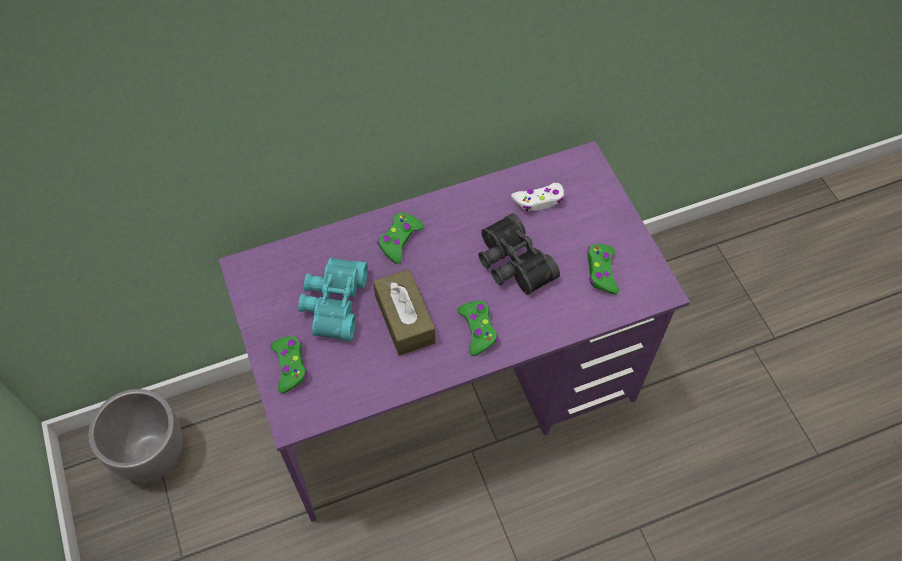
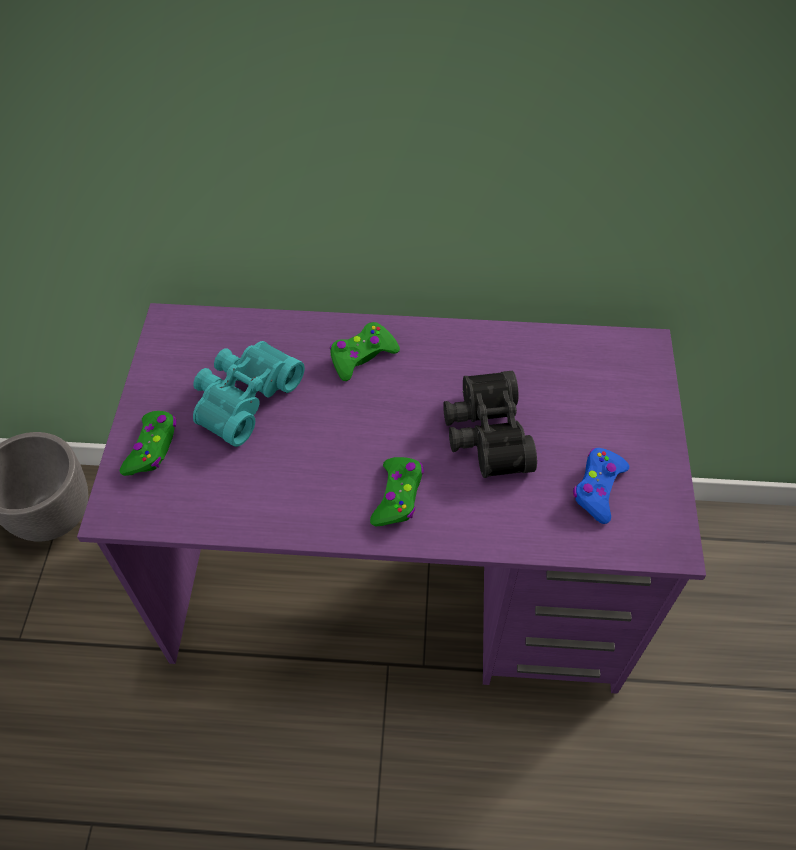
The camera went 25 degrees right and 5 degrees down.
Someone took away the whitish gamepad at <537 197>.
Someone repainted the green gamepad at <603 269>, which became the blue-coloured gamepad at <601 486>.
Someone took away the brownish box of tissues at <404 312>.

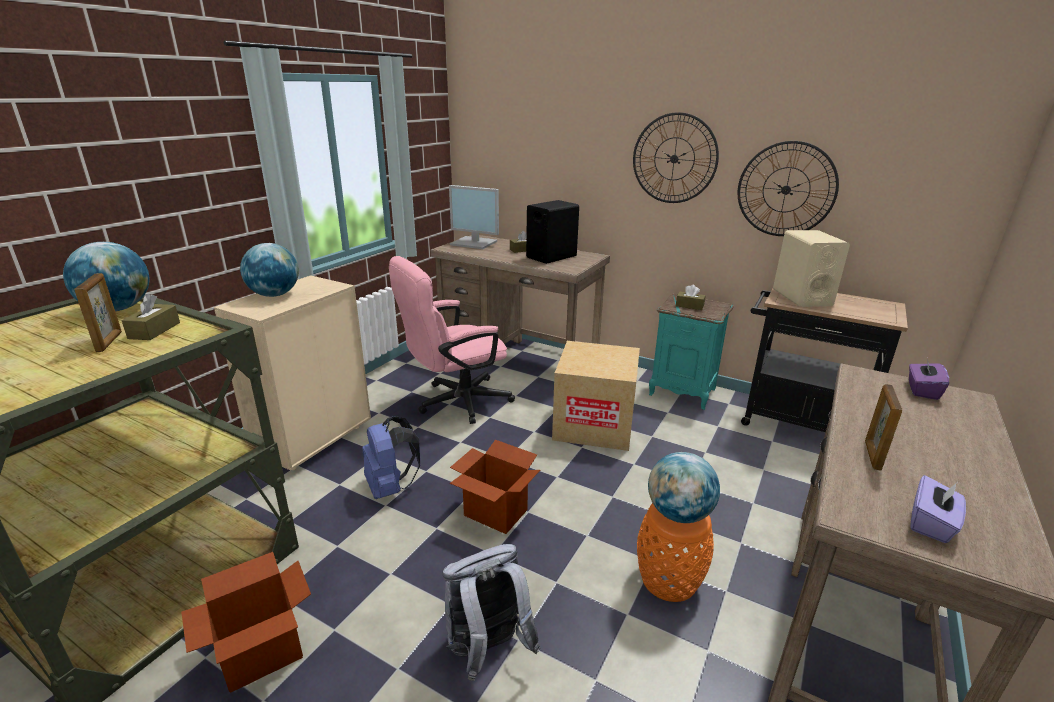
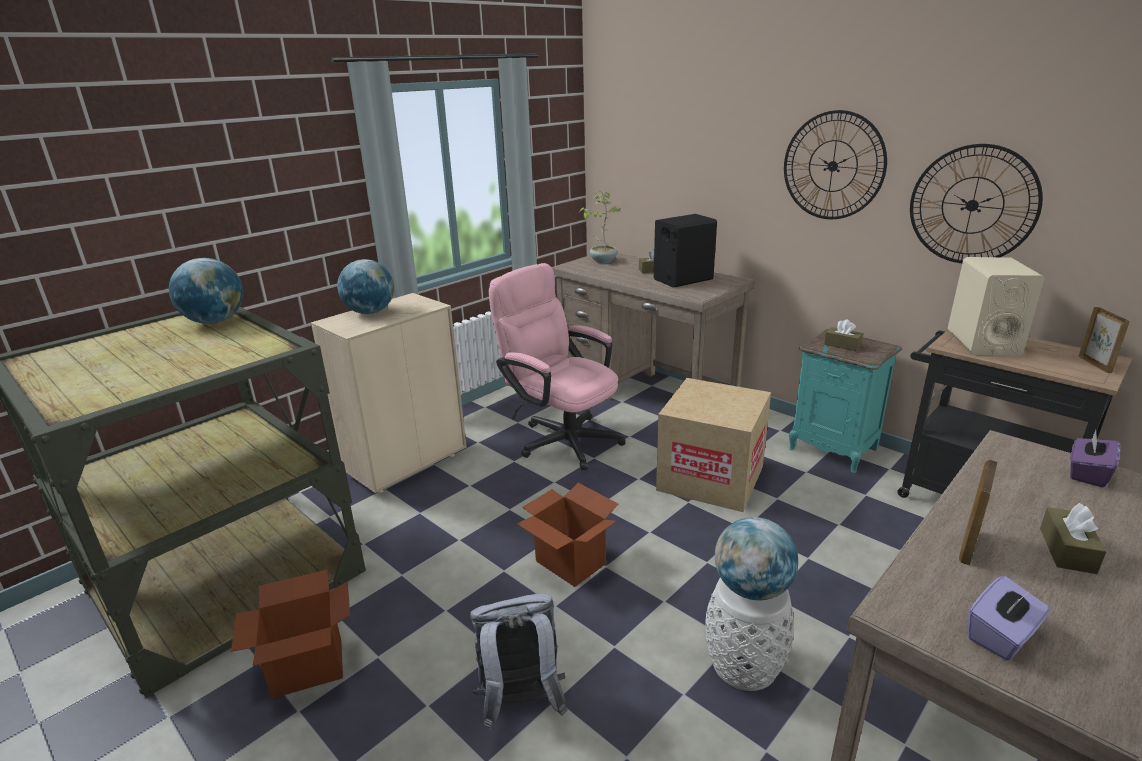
The camera went 15 degrees right and 0 degrees up.
Someone swapped the monitor at <474 217> for the potted plant at <600 227>.
Someone rotated the pink office chair at <452 340> by 60 degrees clockwise.
Someone carried the photo frame from <98 312> to <1104 340>.
Someone carried the brownish box of tissues from <151 317> to <1073 538>.
Someone took away the blue-coloured backpack at <391 457>.
Someone repainted the orange stool at <675 552>, which became the whitish stool at <749 634>.

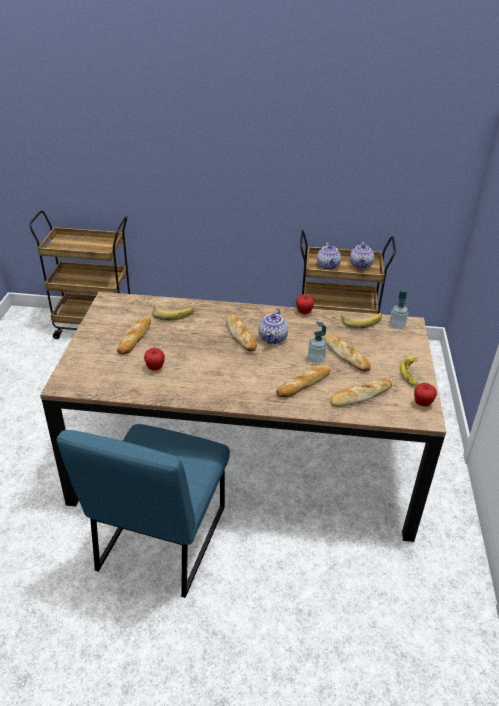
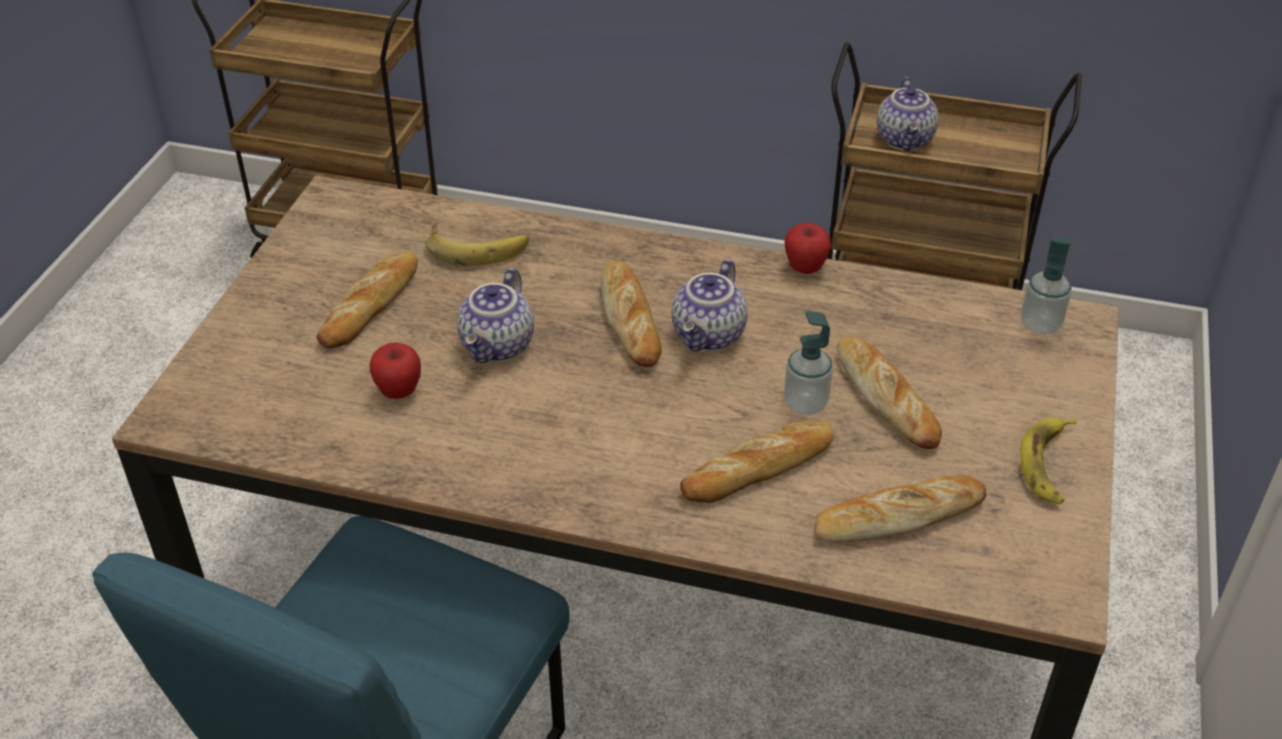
The camera went 10 degrees right and 5 degrees up.
Someone carried the teapot from <362 255> to <495 315>.
Someone took away the banana fruit at <361 321>.
Someone took away the whole apple at <425 394>.

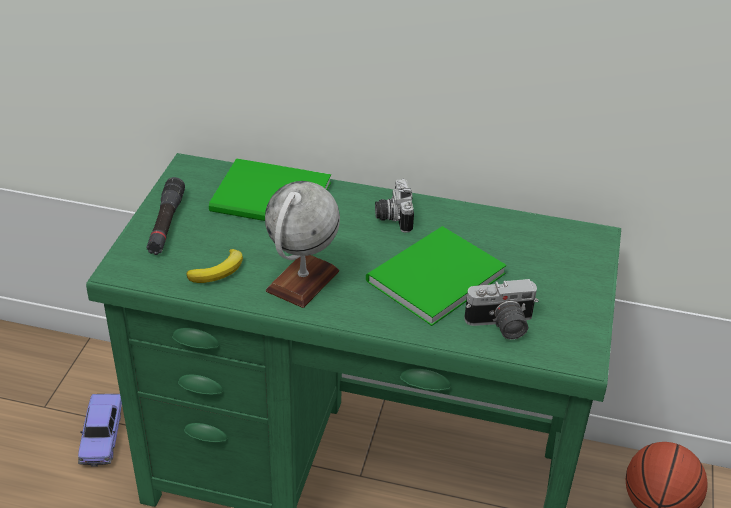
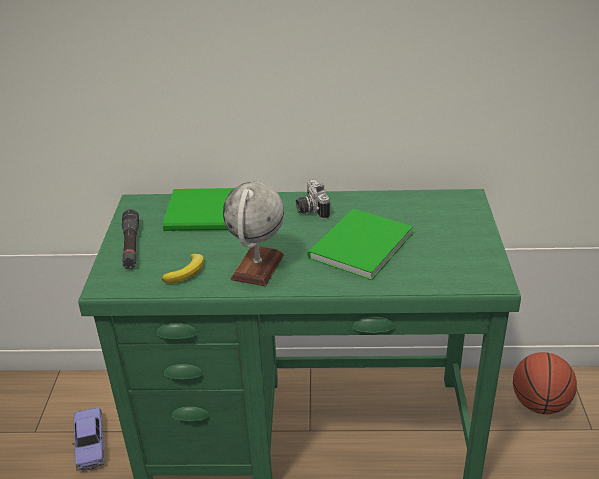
The camera went 10 degrees left and 5 degrees down.
Someone took away the still camera at <501 309>.

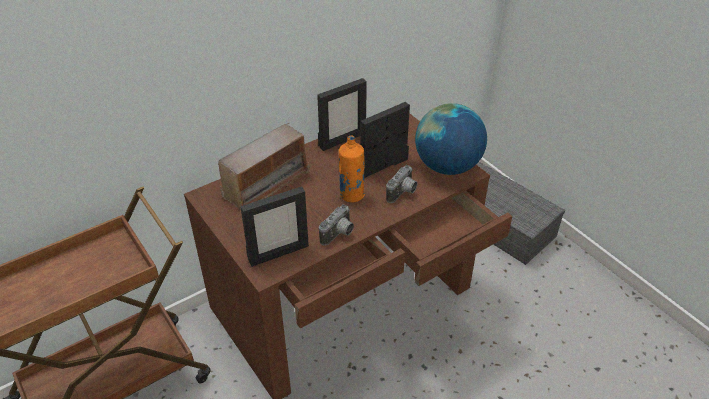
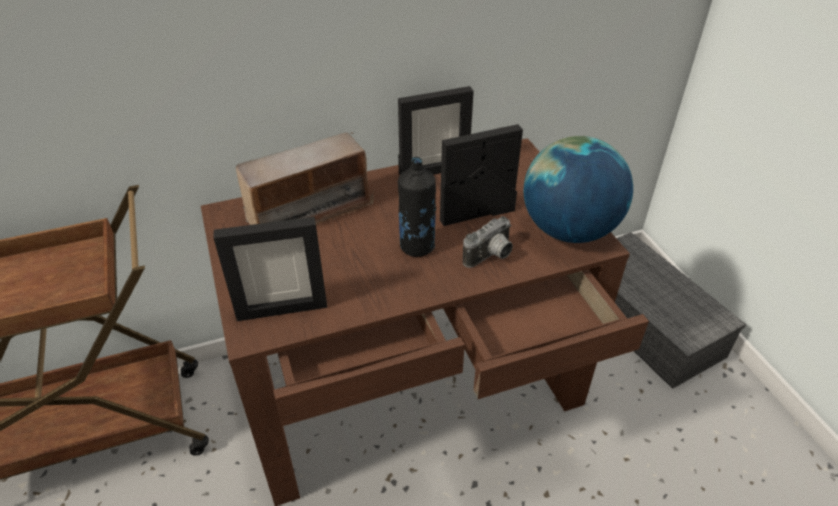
The camera went 15 degrees right and 0 degrees up.
Someone repainted the orange drink bottle at <352 169>, which became the blackish drink bottle at <417 207>.
Someone took away the still camera at <336 225>.

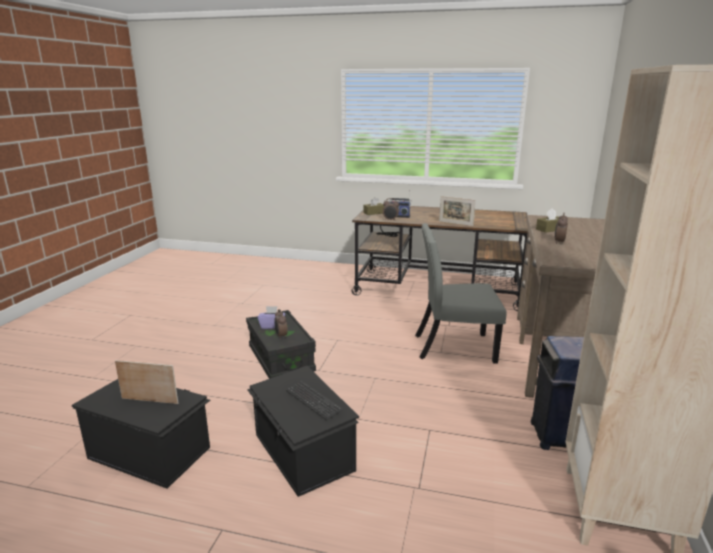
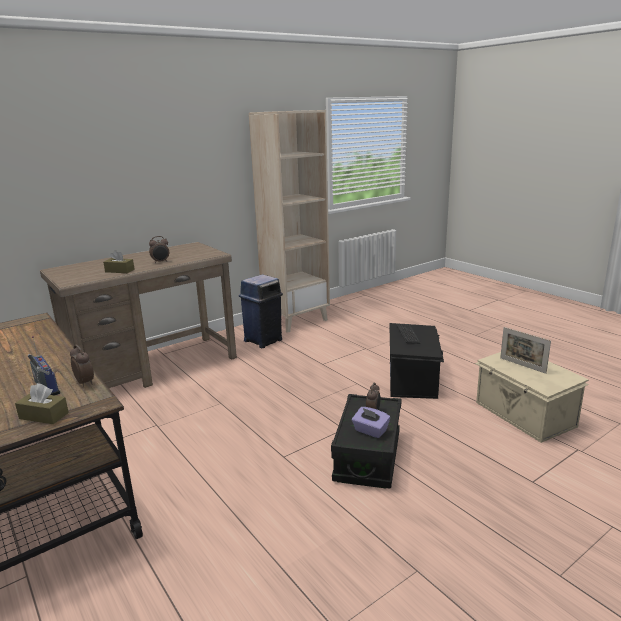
The camera went 140 degrees left and 0 degrees up.
Someone took away the photo frame at <457 211>.
Someone took away the grey chair at <461 293>.
Someone repainted the blackish storage bin at <141 434>, which became the beige-coloured storage bin at <532 397>.

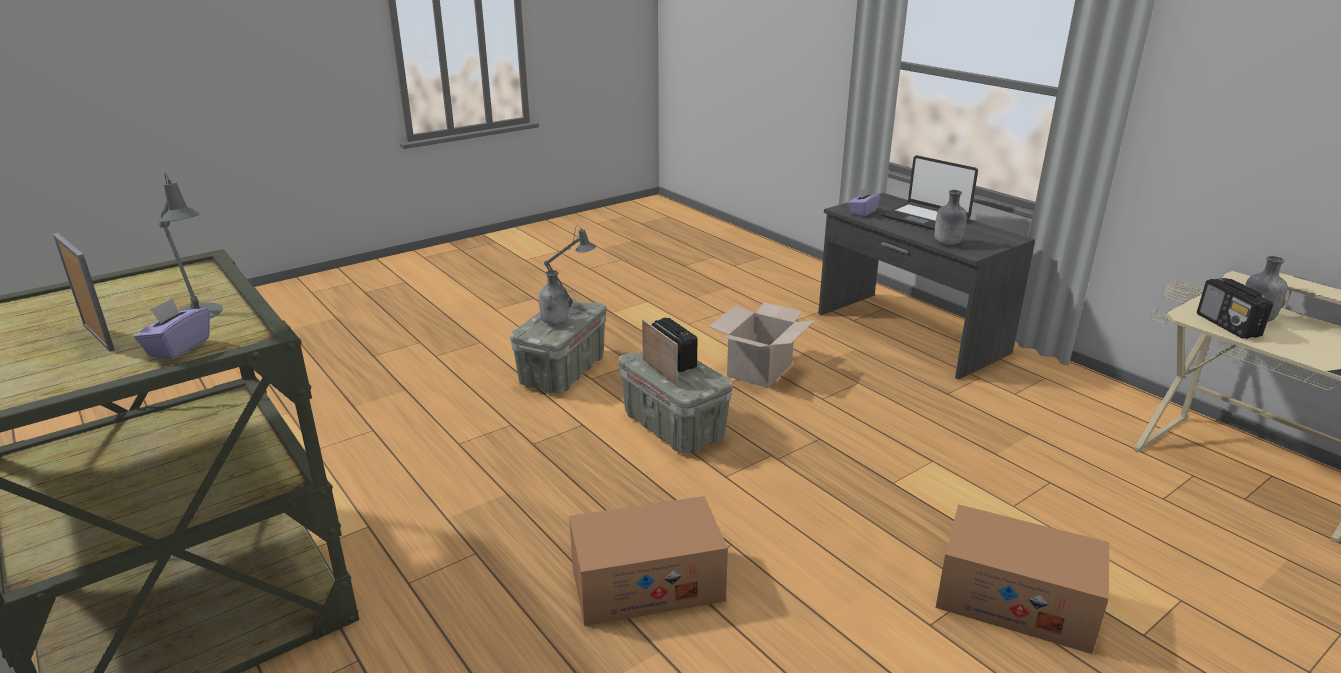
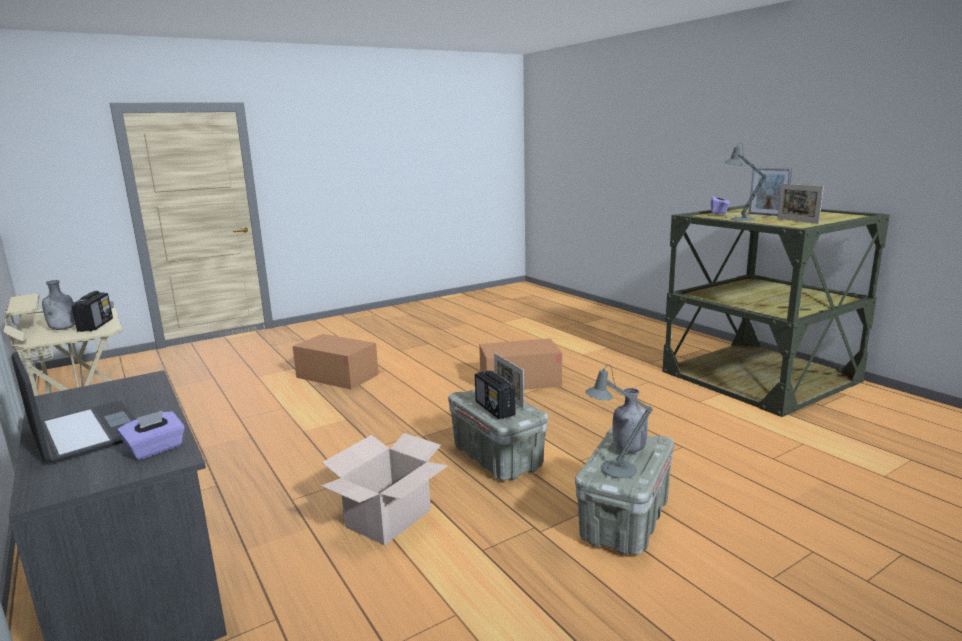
The camera went 175 degrees left and 10 degrees down.
Someone took away the grey drink bottle at <951 217>.
Someone put down the photo frame at <800 203>.

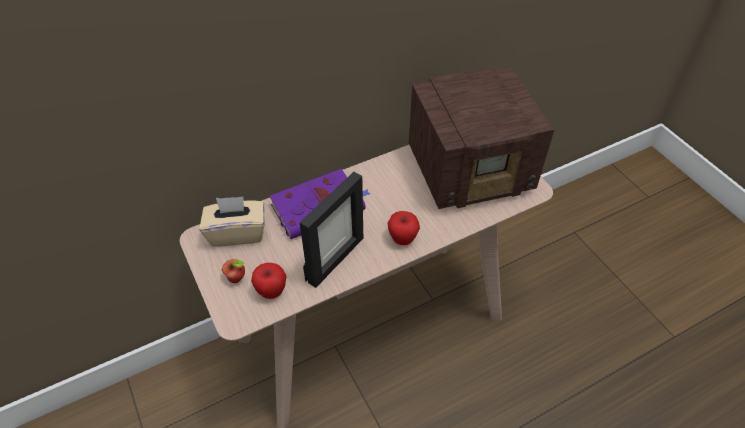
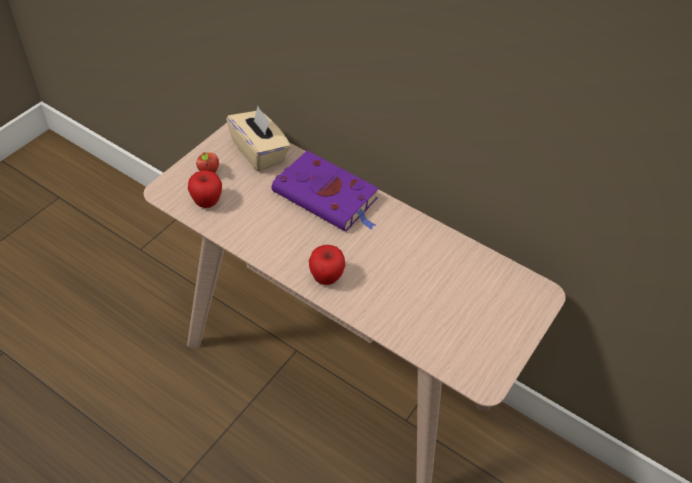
The camera went 60 degrees right and 0 degrees up.
Someone took away the radio set at <481 138>.
Someone took away the photo frame at <331 230>.

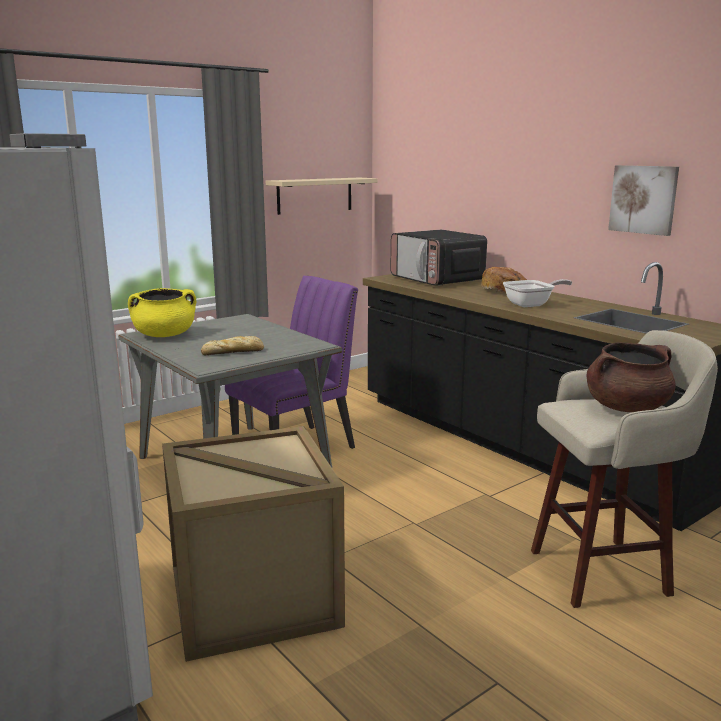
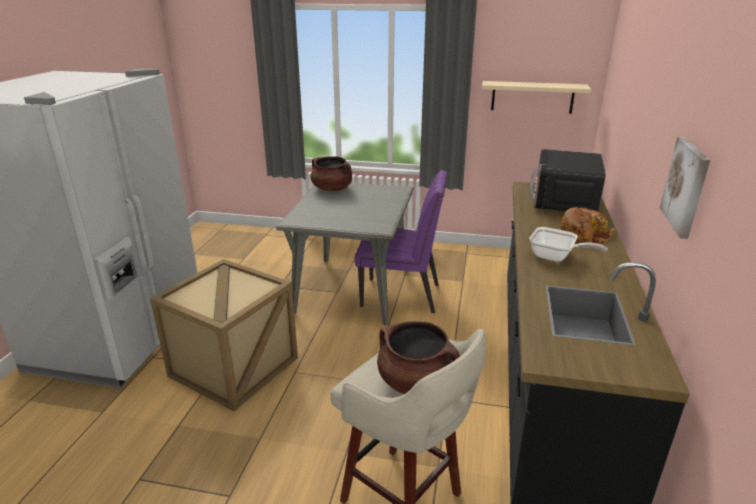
The camera went 50 degrees right and 10 degrees up.
Someone repainted the yellow stockpot at <162 312>, which became the brownish stockpot at <331 173>.
Someone took away the baked bread at <232 345>.

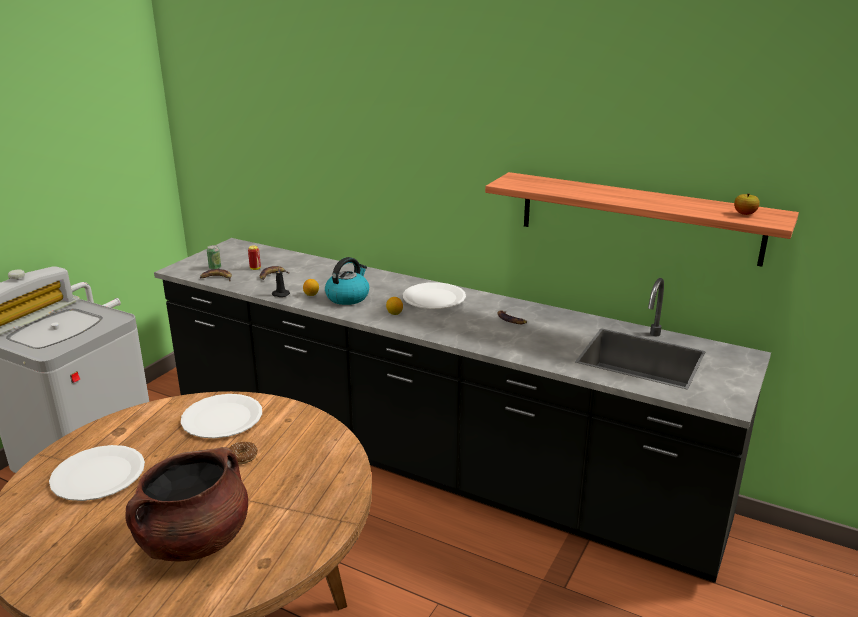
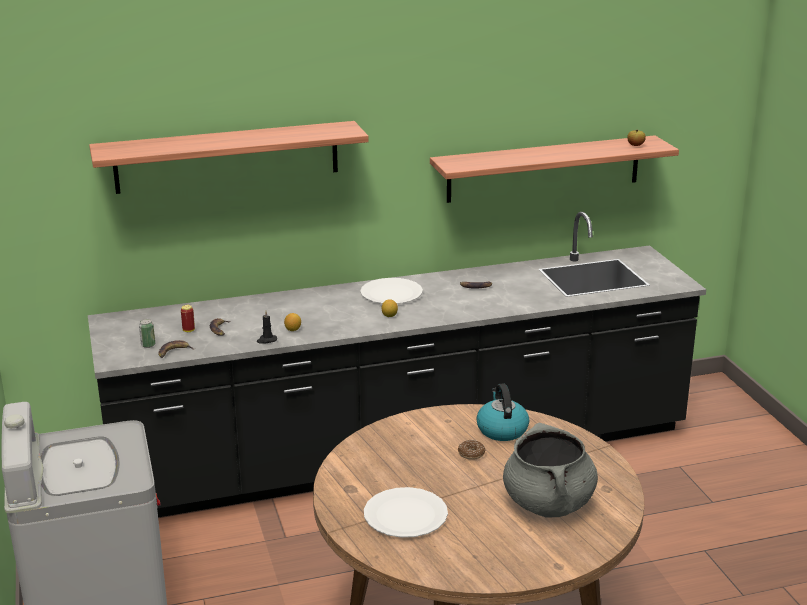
The camera went 45 degrees left and 0 degrees up.
Someone carried the tea kettle from <347 281> to <503 412>.
Someone took away the whitish dinner plate at <221 416>.
Someone repainted the brownish stockpot at <186 504>, which became the grey stockpot at <550 470>.
Someone put up the shelf at <229 157>.

